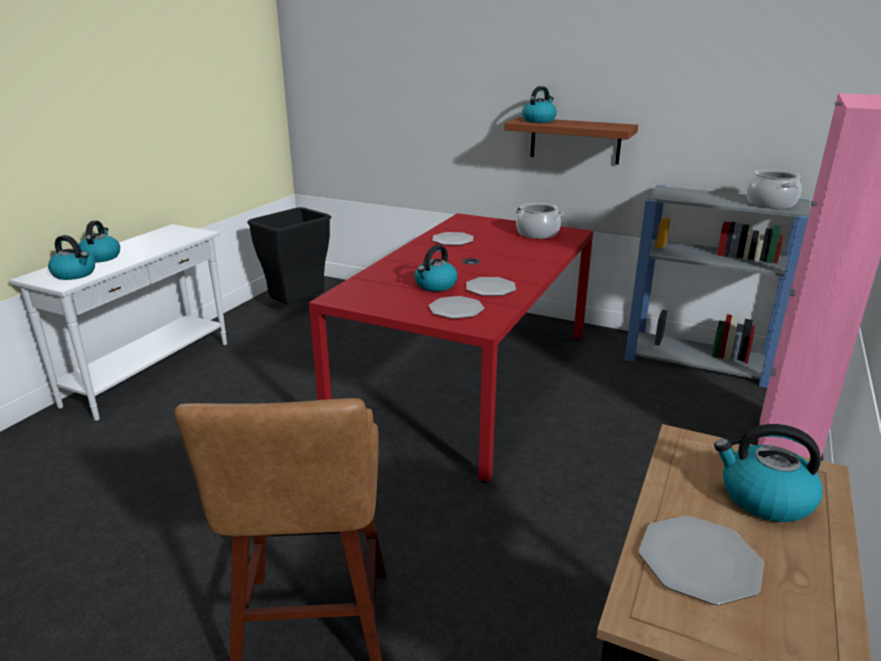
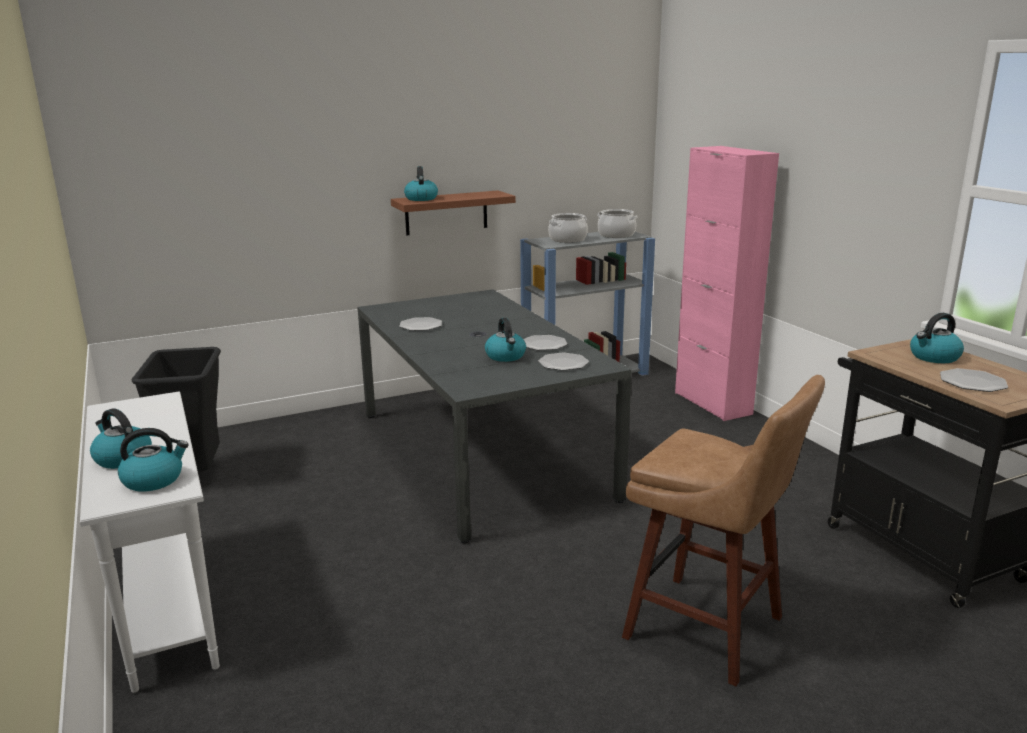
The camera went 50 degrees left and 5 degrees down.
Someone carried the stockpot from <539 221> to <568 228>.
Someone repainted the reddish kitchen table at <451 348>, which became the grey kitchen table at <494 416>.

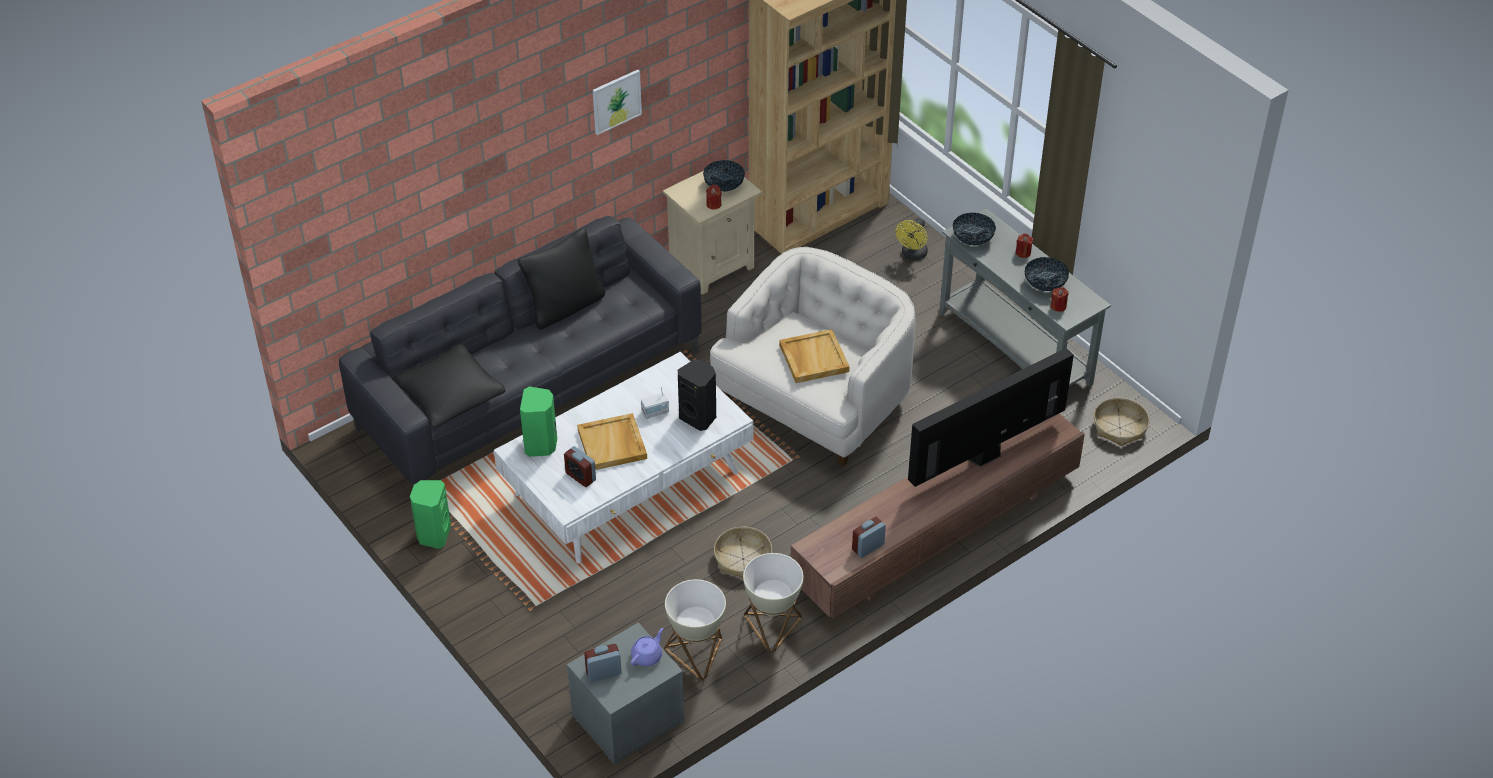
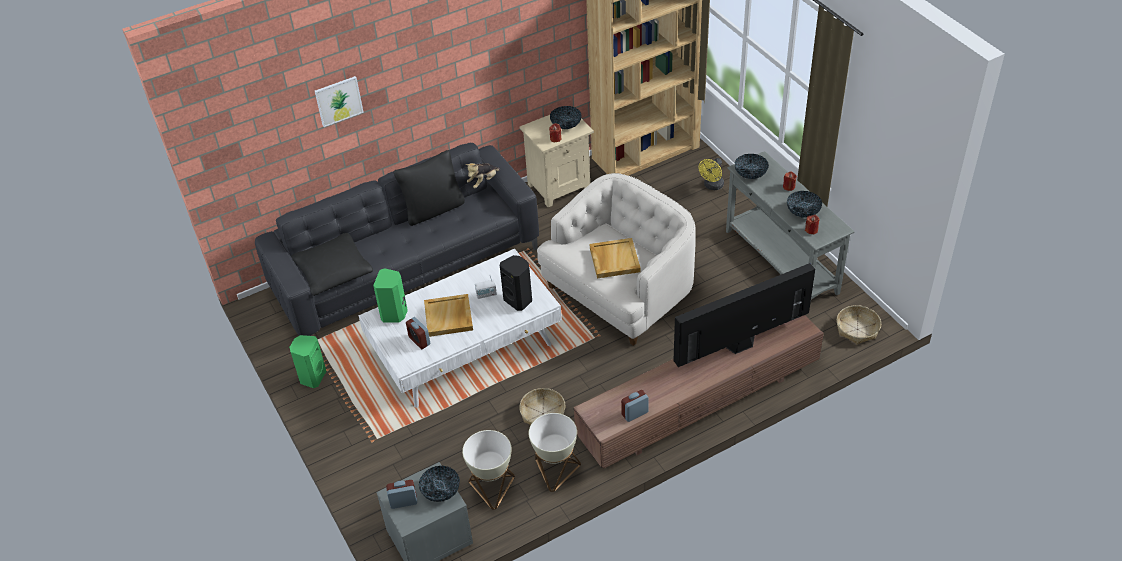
The camera went 10 degrees right and 0 degrees up.
Someone carried the wall art from <617 102> to <339 101>.
Someone swapped the purplish teapot at <647 647> for the serving bowl at <439 484>.
Someone put down the plush toy at <482 175>.

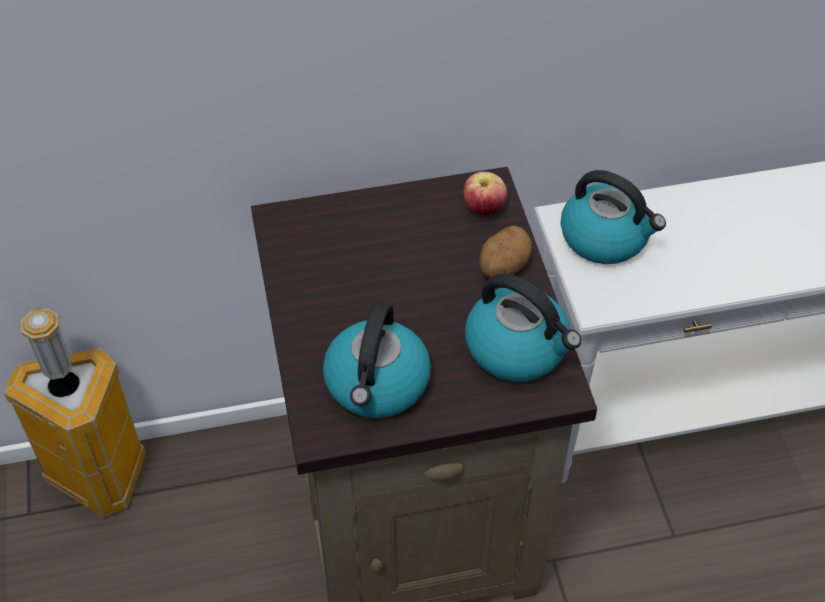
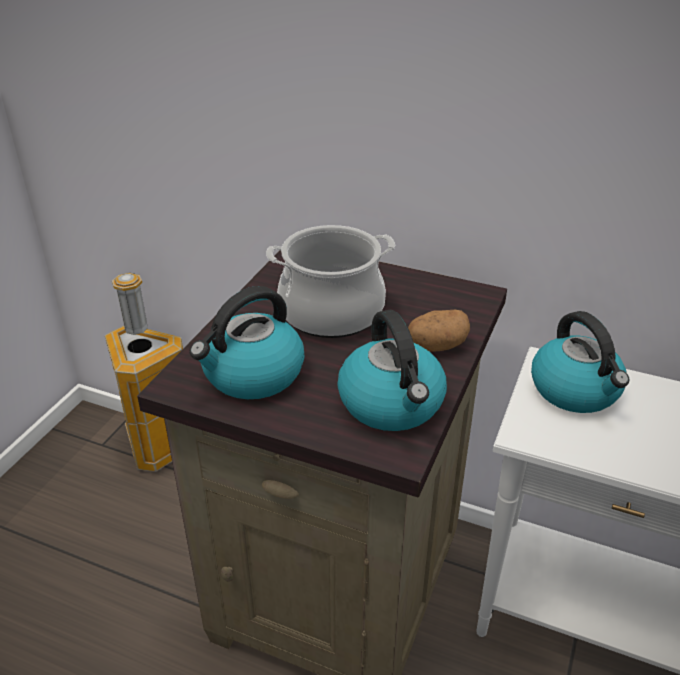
The camera went 35 degrees right and 15 degrees down.
Someone took away the whole apple at <485 194>.
Someone put down the stockpot at <330 281>.

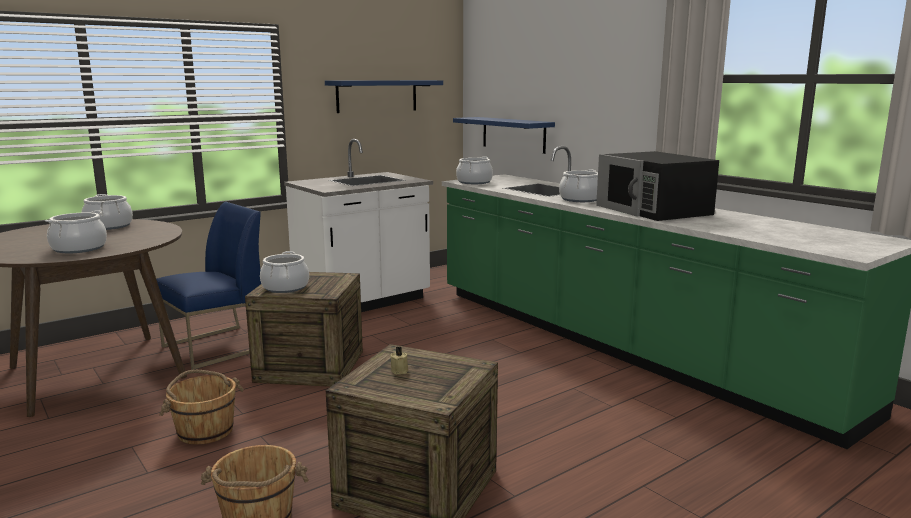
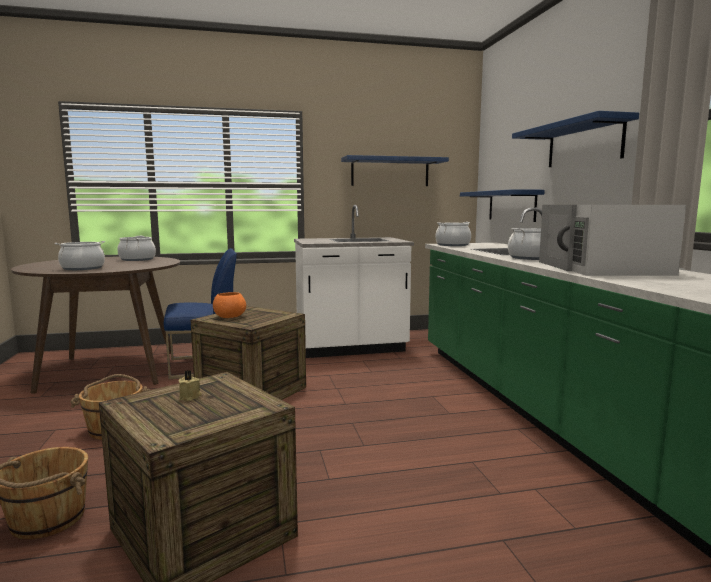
The camera went 25 degrees right and 5 degrees down.
Someone repainted the blackish kitchen microwave at <657 186>, which became the whitish kitchen microwave at <612 240>.
Someone swapped the stockpot at <284 272> for the orange serving bowl at <229 305>.
Someone put up the blue-coloured shelf at <575 139>.

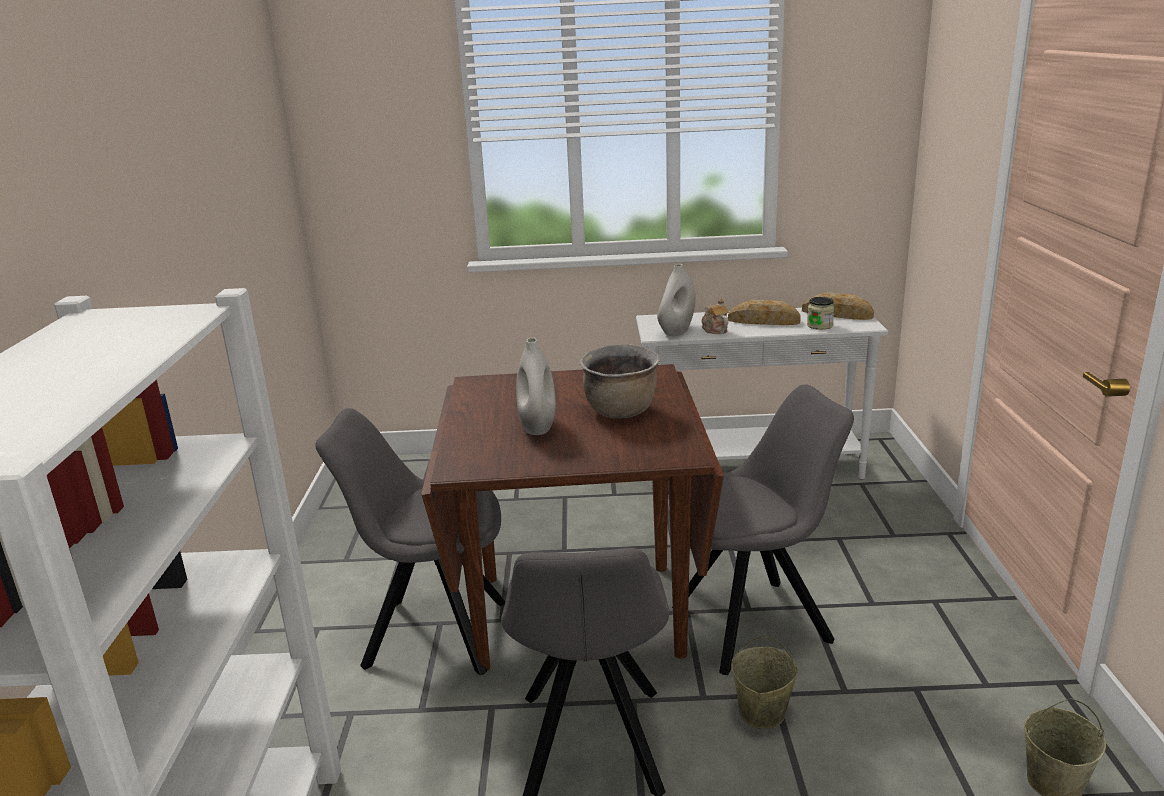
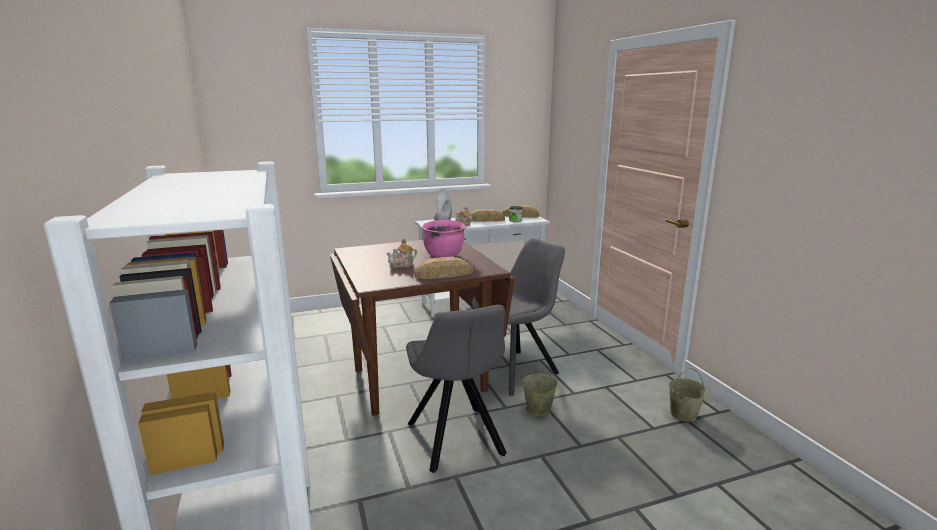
The camera went 20 degrees left and 5 degrees down.
Someone swapped the whitish flower vase at <536 386> for the teapot at <401 253>.
Someone repainted the brownish stockpot at <620 381>, which became the pink stockpot at <444 239>.
Someone took away the grey chair at <410 541>.
Someone put down the baked bread at <444 268>.

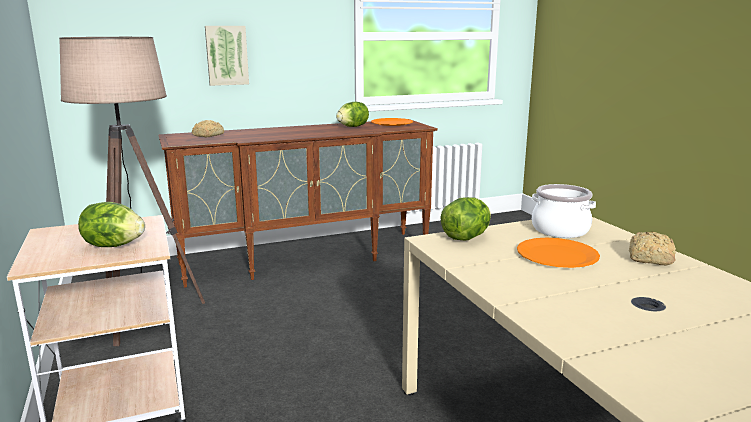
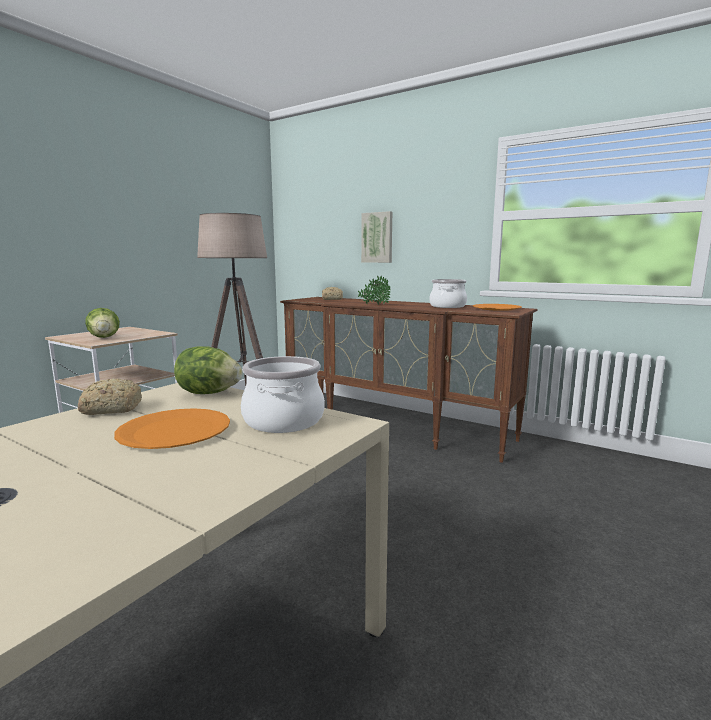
The camera went 55 degrees right and 5 degrees down.
Someone swapped the head of lettuce at <352 114> for the stockpot at <448 293>.
Someone carried the baked bread from <652 248> to <110 396>.
Someone put down the potted plant at <374 290>.

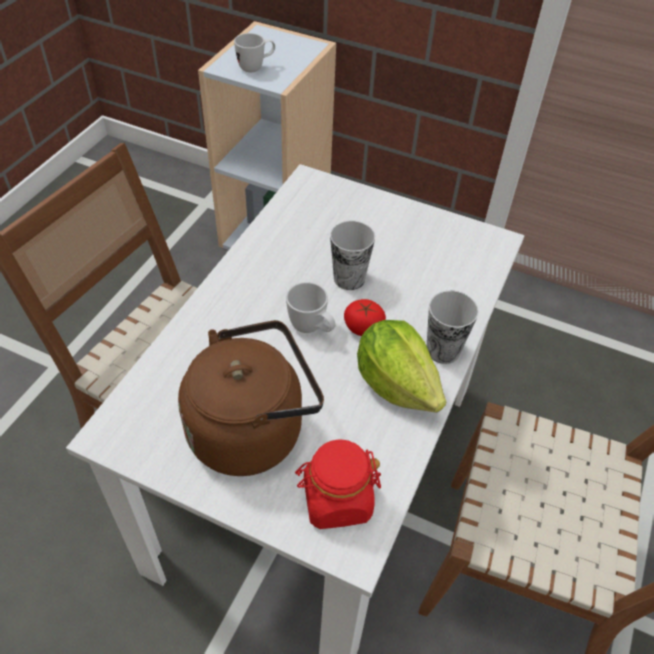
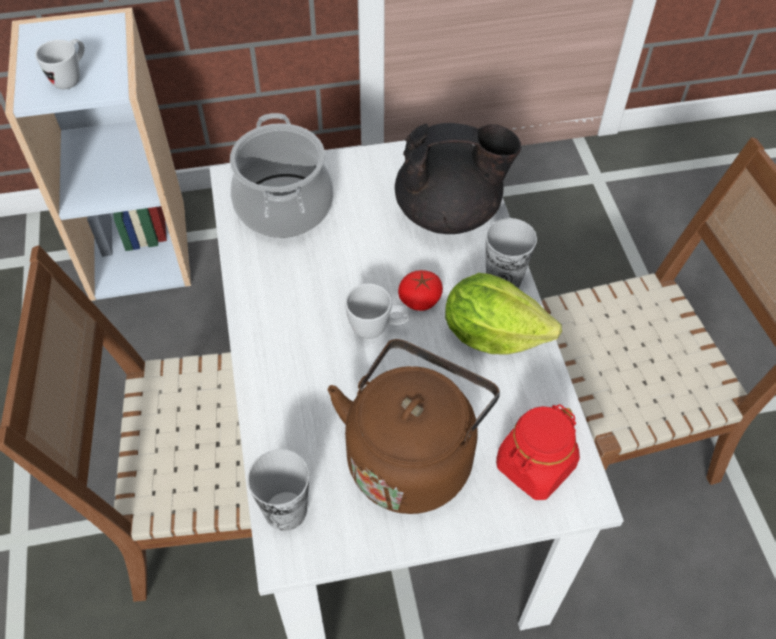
The camera went 35 degrees left and 5 degrees up.
Someone carried the cup from <352 255> to <278 490>.
Someone put down the stockpot at <281 175>.
Someone put down the blackish teapot at <458 178>.

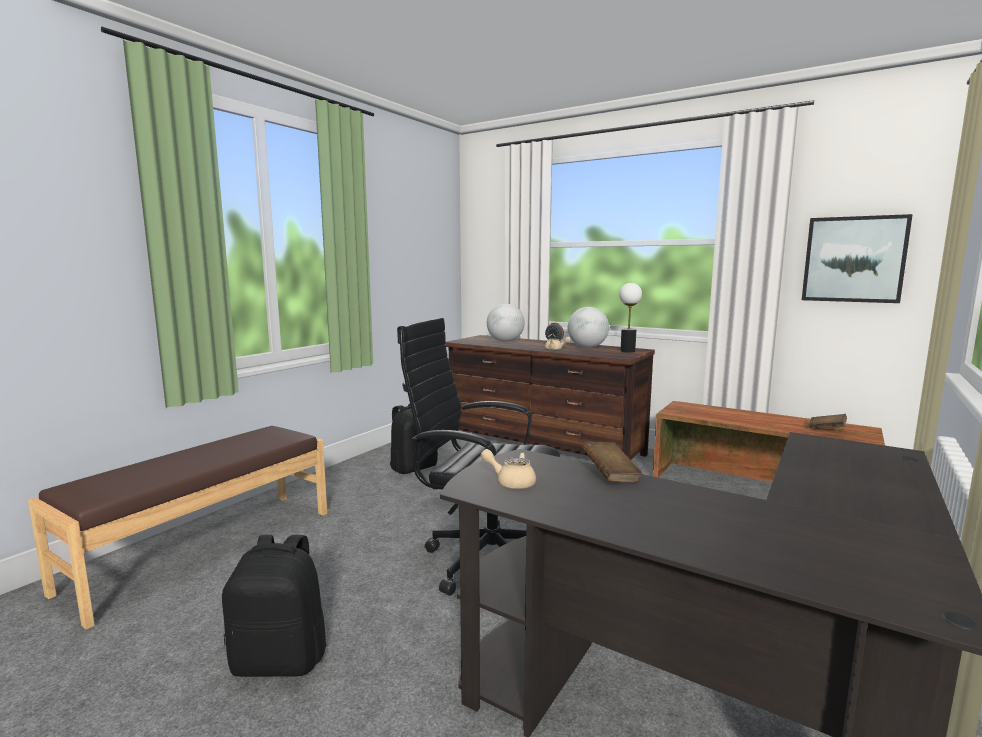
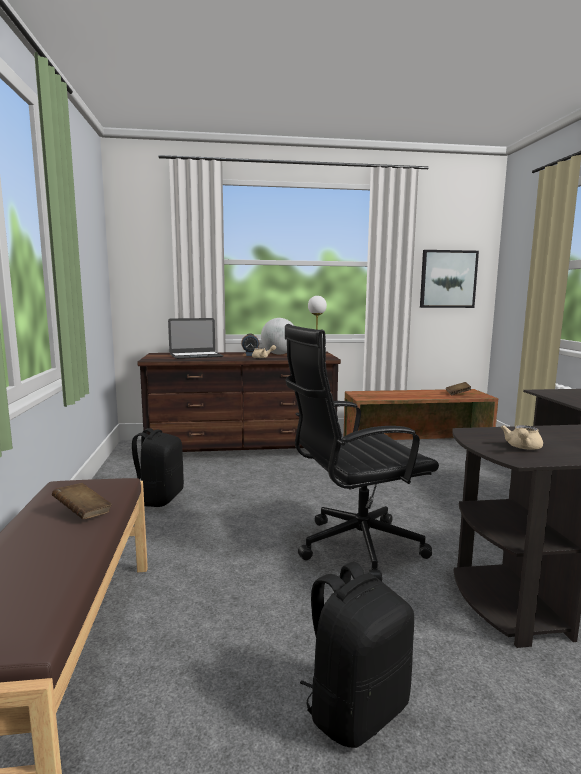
The camera went 40 degrees left and 0 degrees up.
Someone swapped the desk globe at <506 323> for the portable computer at <196 338>.
Someone carried the brownish bound book from <612 462> to <82 501>.
Someone rotated the beige-coloured teapot at <508 469> by 45 degrees counterclockwise.

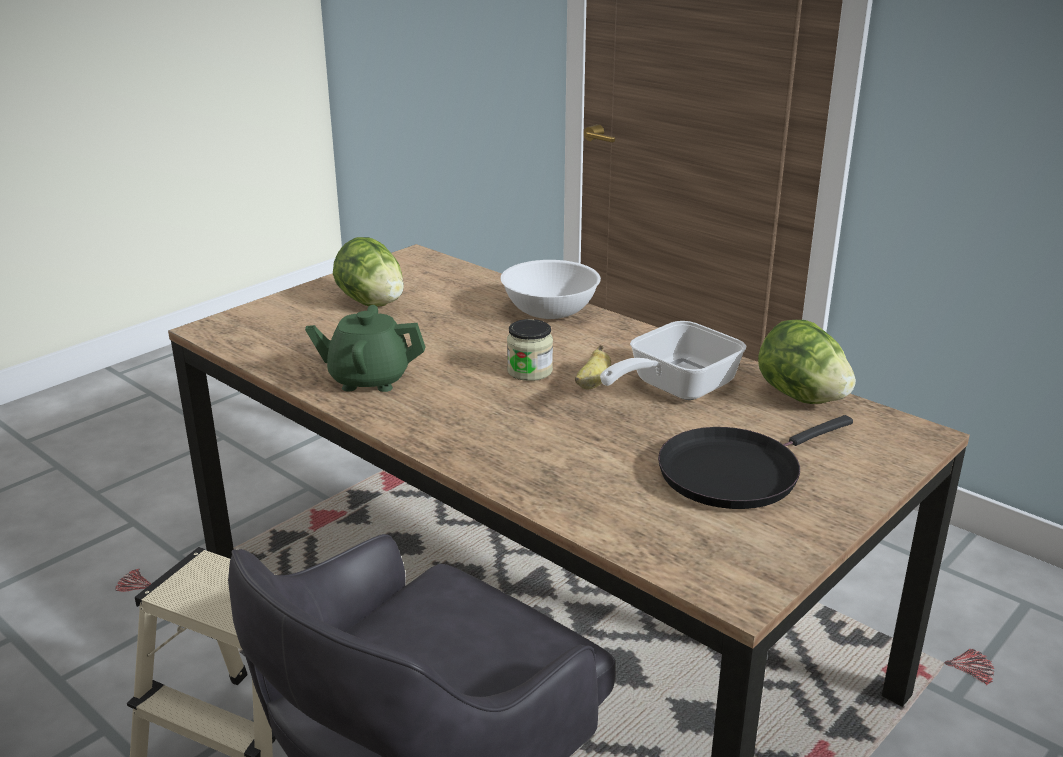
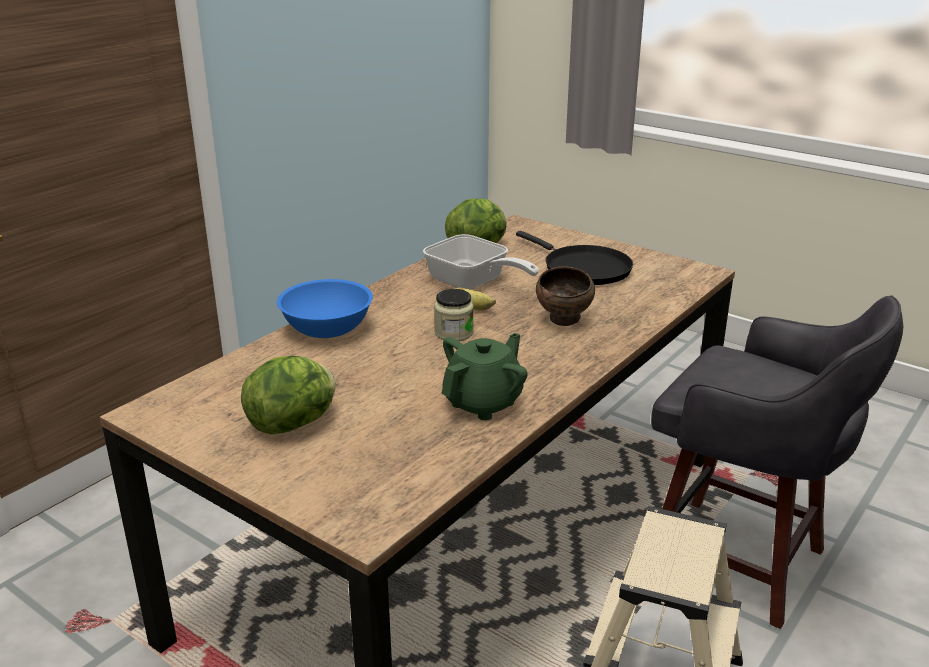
The camera went 95 degrees left and 0 degrees up.
Someone repainted the whitish serving bowl at <551 289>, which became the blue-coloured serving bowl at <325 308>.
Someone rotated the green teapot at <365 348> by 135 degrees counterclockwise.
Someone put down the brownish serving bowl at <565 296>.

